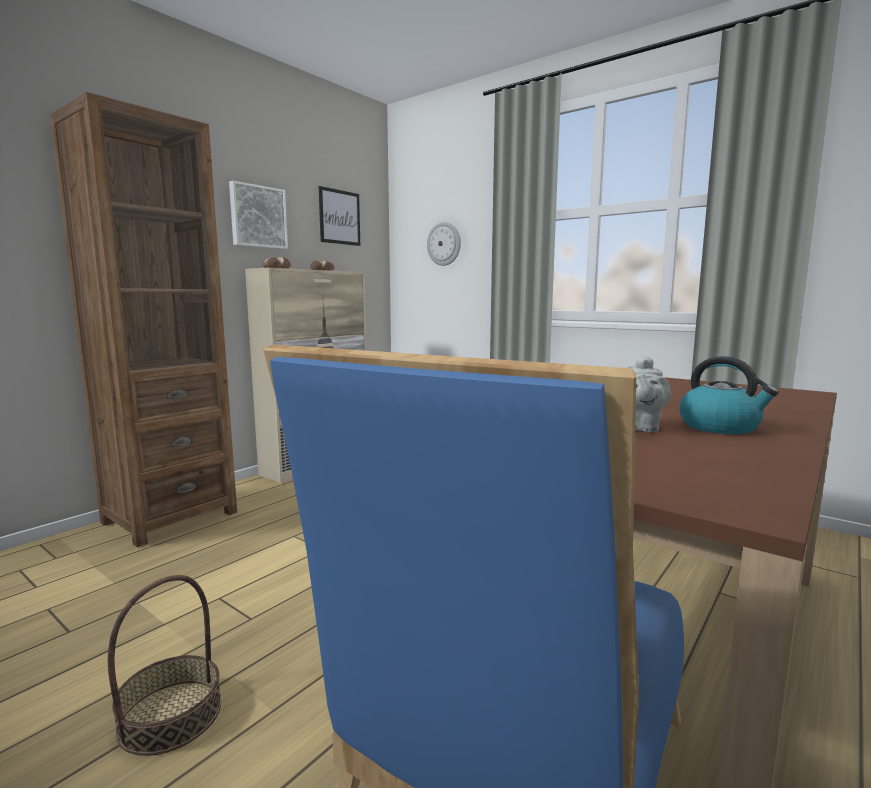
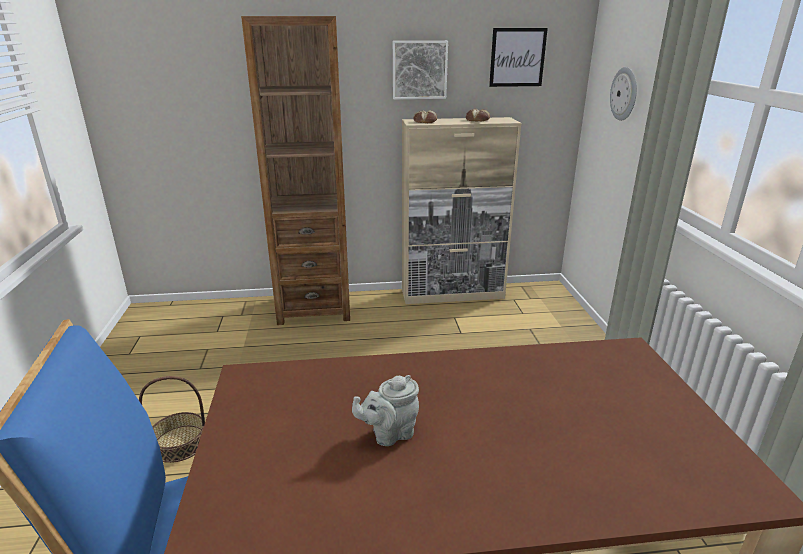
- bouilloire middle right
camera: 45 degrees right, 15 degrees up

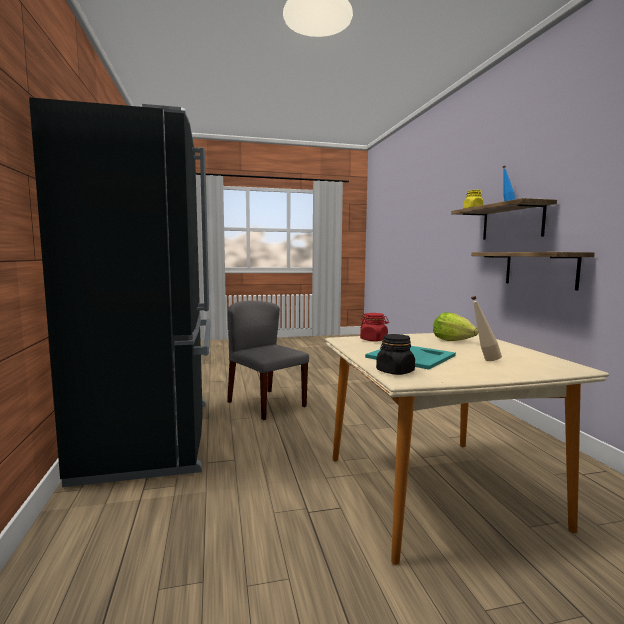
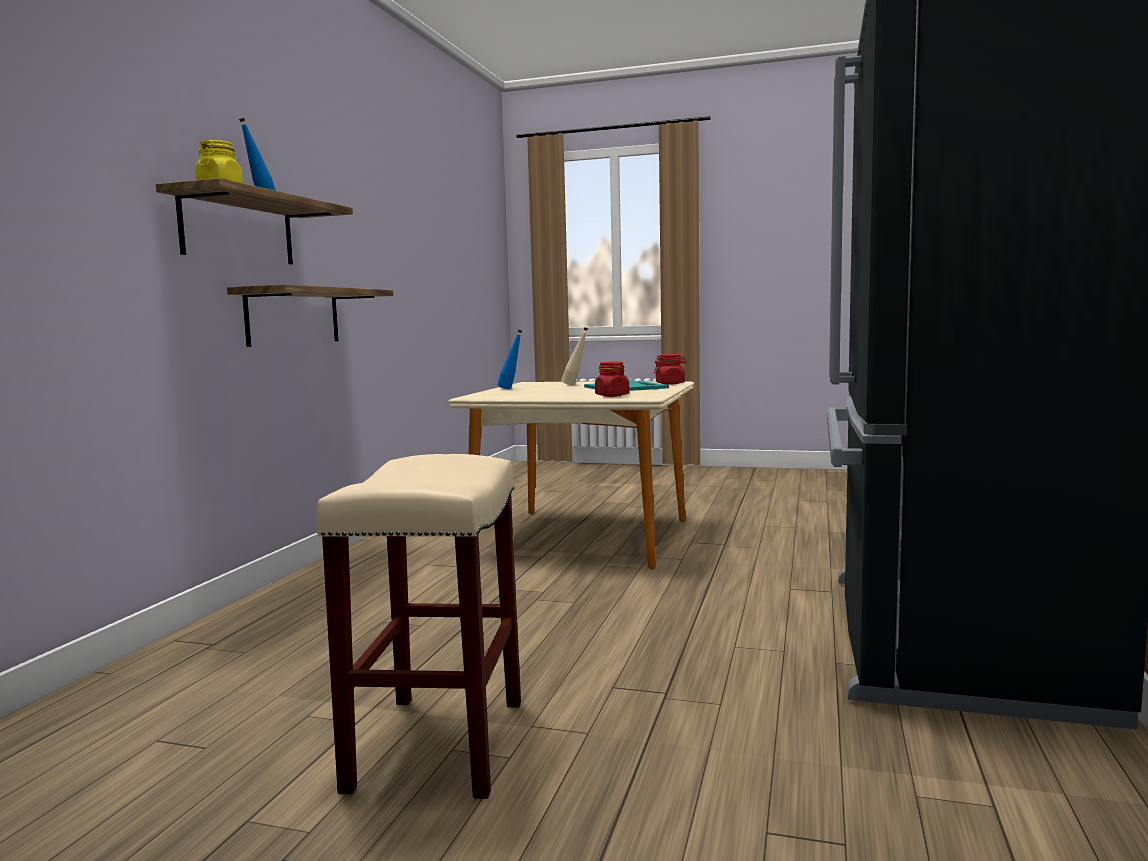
+ tabouret [beige] bottom centre
+ bouteille [bleu] (no. 2 from left) centre
~ bocal [noir] centre to bocal [rouge] (no. 2 from left) centre
- chaise [gris] centre
- laitue middle right
camera: 150 degrees left, 0 degrees up

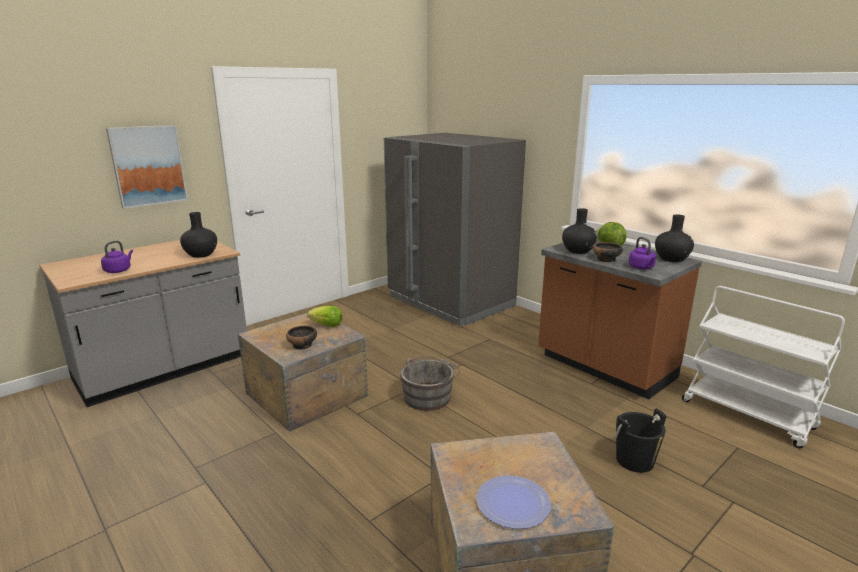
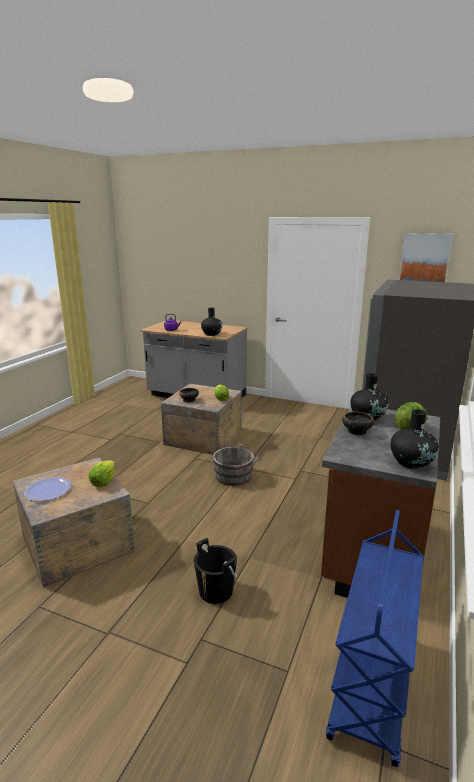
+ laitue (no. 1 from left) middle left
~ chariot [blanc] middle right to chariot [bleu] bottom right
~ tableau top left to top right
- bouilloire [violet] (no. 2 from left) middle right
camera: 65 degrees right, 0 degrees up

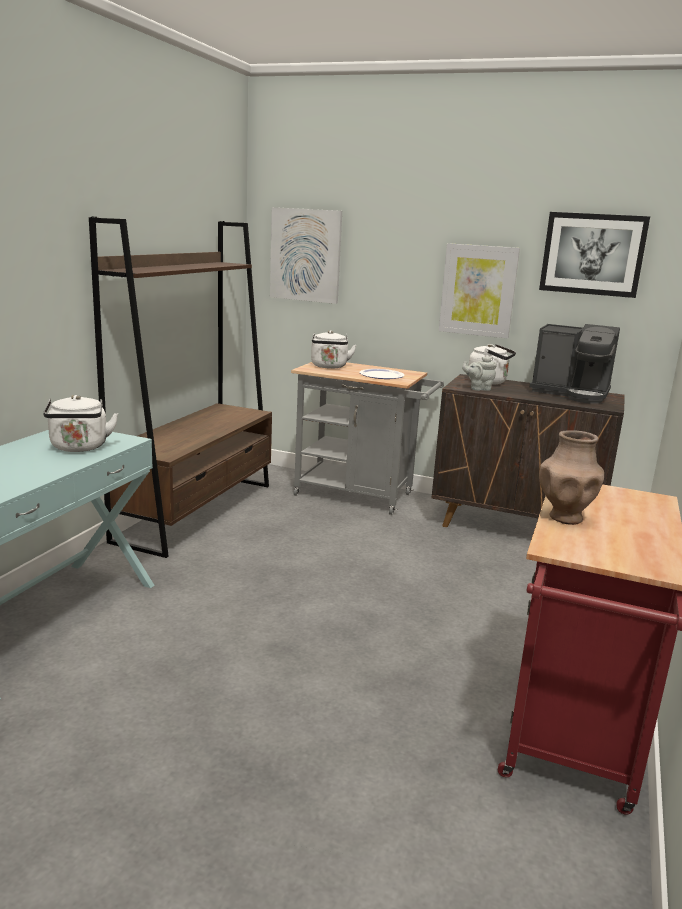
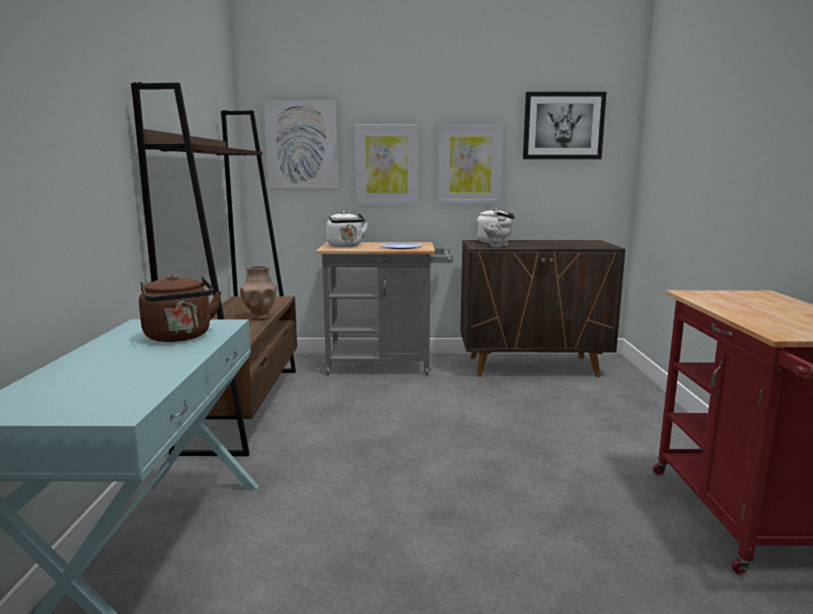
~ bouilloire [blanc] (no. 1 from left) middle left to bouilloire [marron] middle left
~ vase [marron] middle right to middle left
+ tableau (no. 2 from left) top centre
- machine à café middle right
camera: 20 degrees left, 5 degrees down

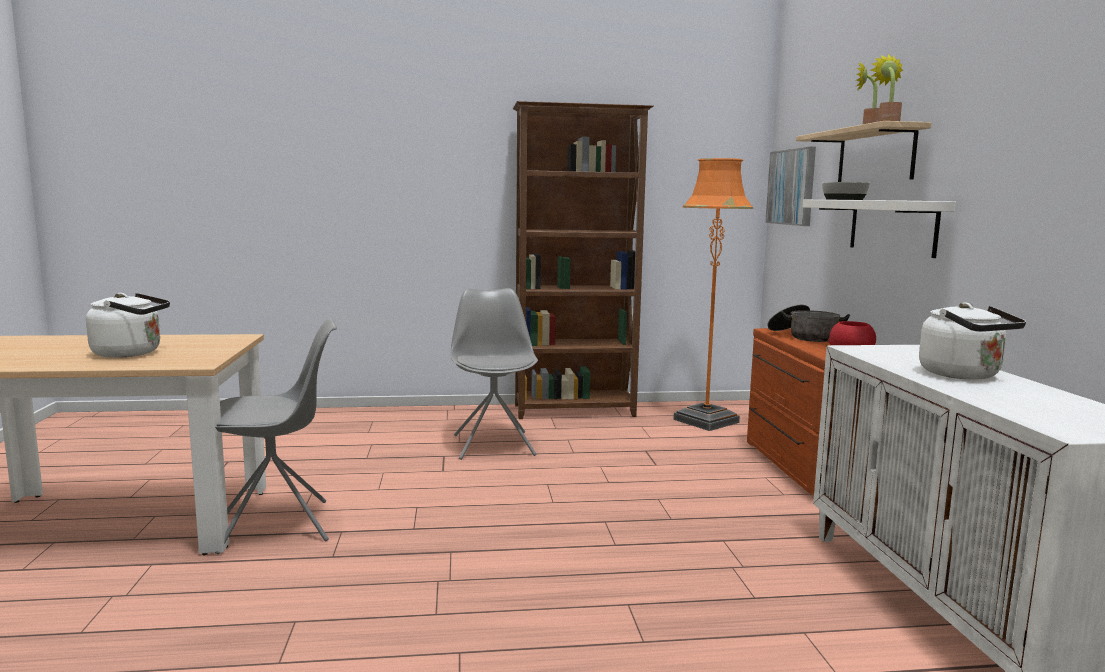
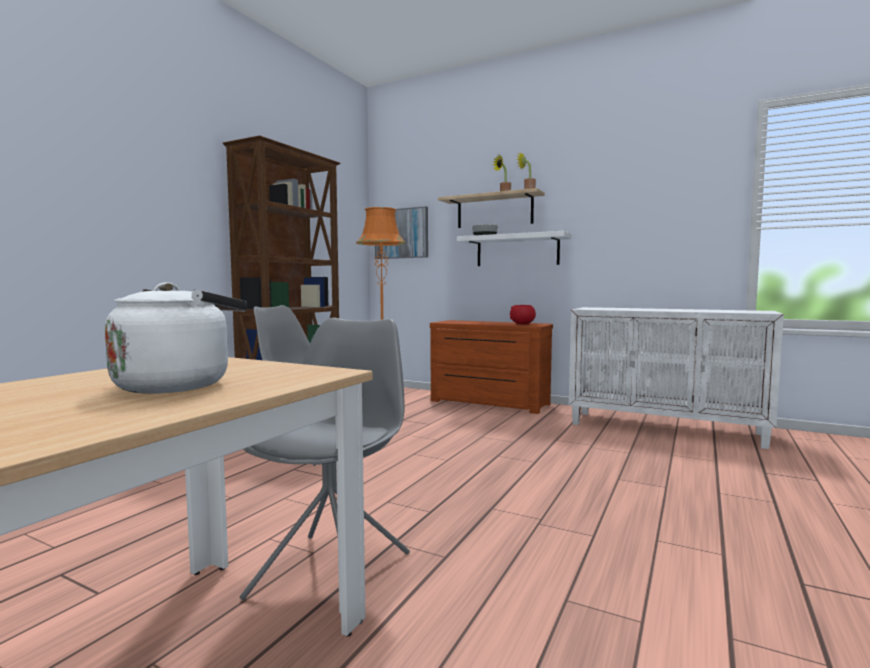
- marmite middle right
- bouilloire [blanc] (no. 2 from left) middle right
camera: 55 degrees left, 5 degrees down

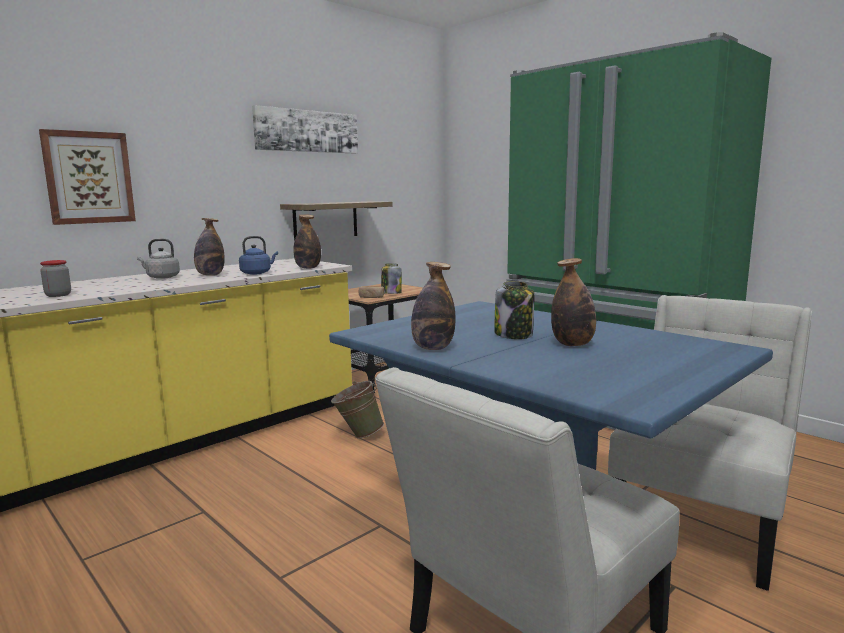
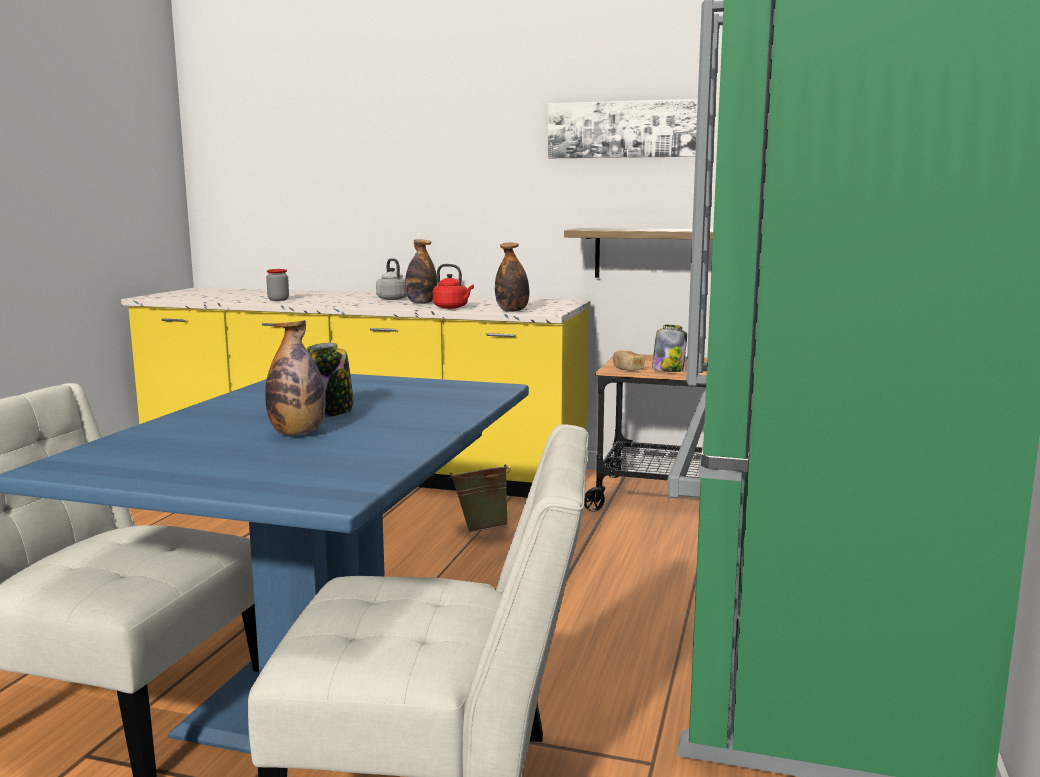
~ bouilloire [bleu] middle left to bouilloire [rouge] centre
- tableau (no. 1 from left) top left
- bouteille (no. 3 from left) centre
camera: 60 degrees right, 0 degrees up

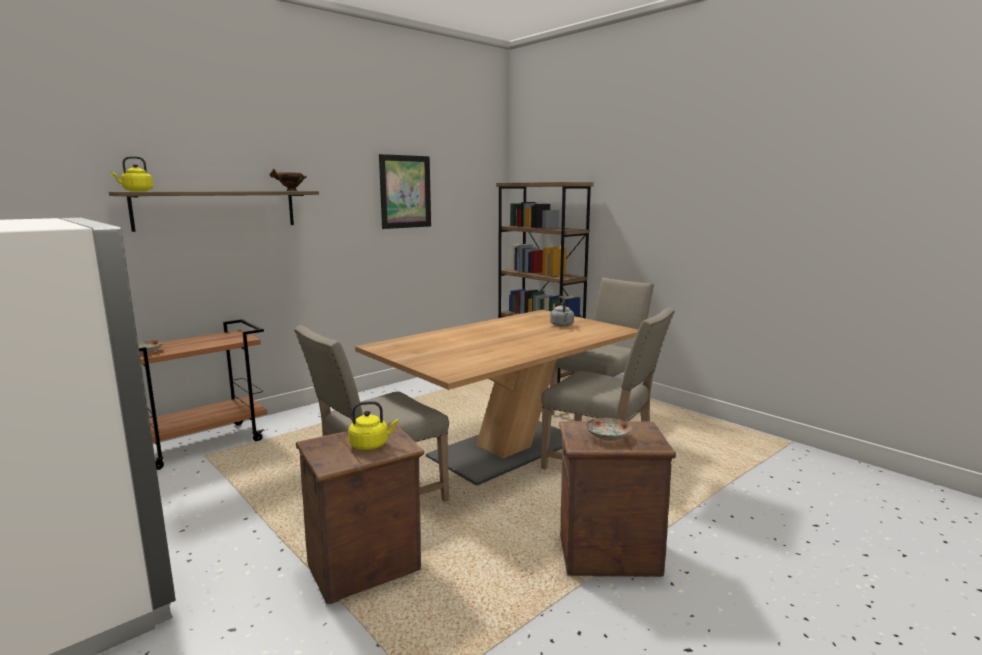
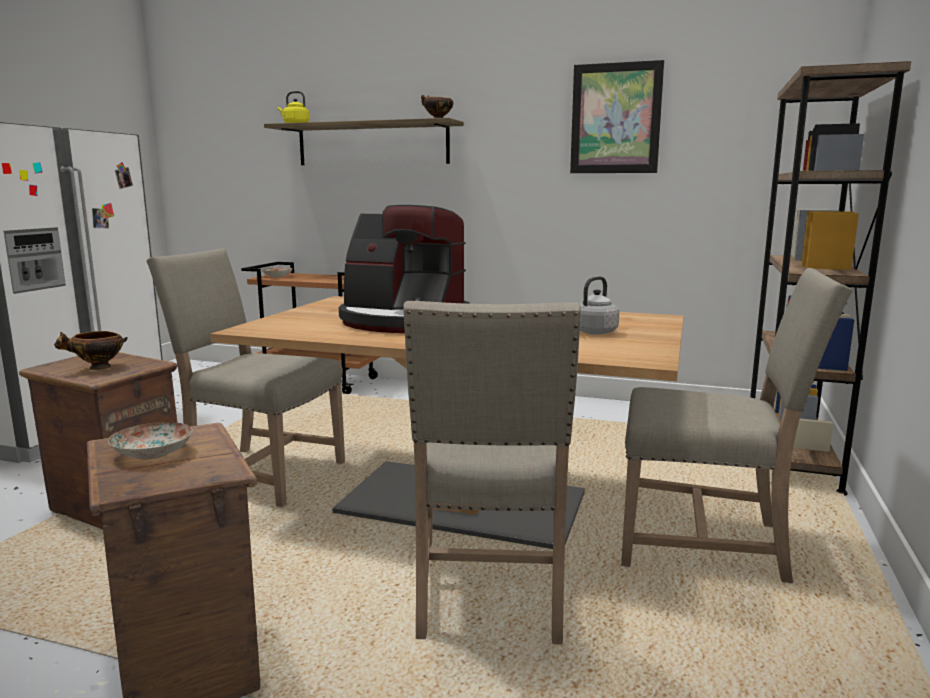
~ bouilloire [jaune] (no. 2 from left) centre to bol (no. 1 from left) middle left
+ machine à café centre
camera: 60 degrees right, 0 degrees up

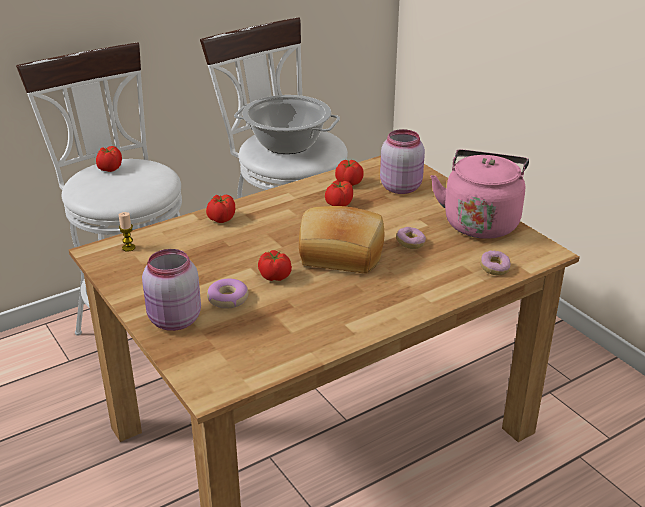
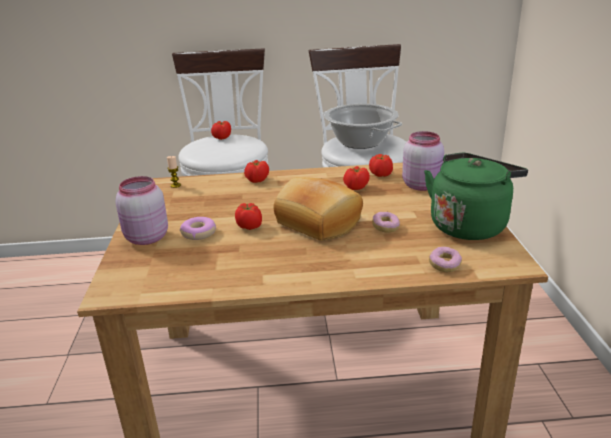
~ bouilloire [rose] middle right to bouilloire [vert] middle right
camera: 30 degrees right, 5 degrees down

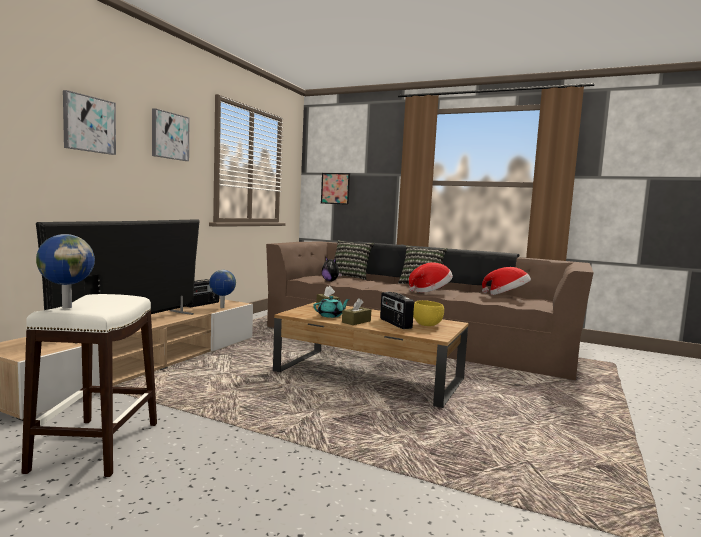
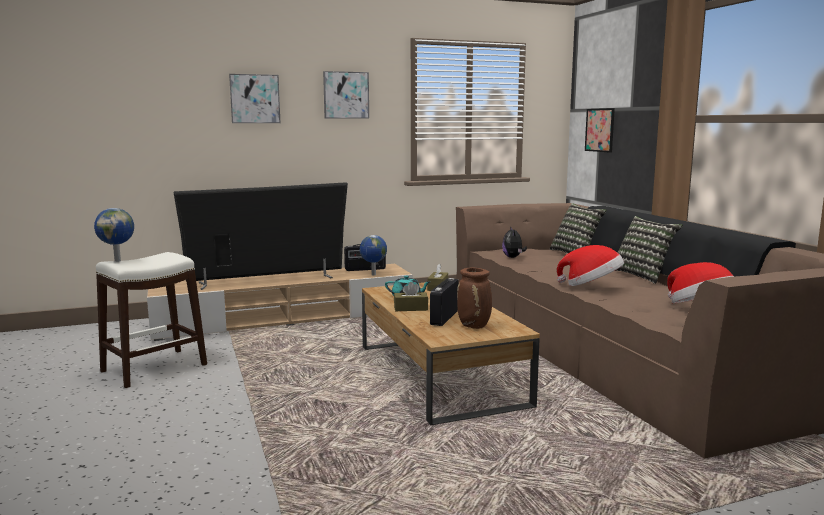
~ bol [jaune] centre to vase [marron] centre
camera: 45 degrees right, 5 degrees up

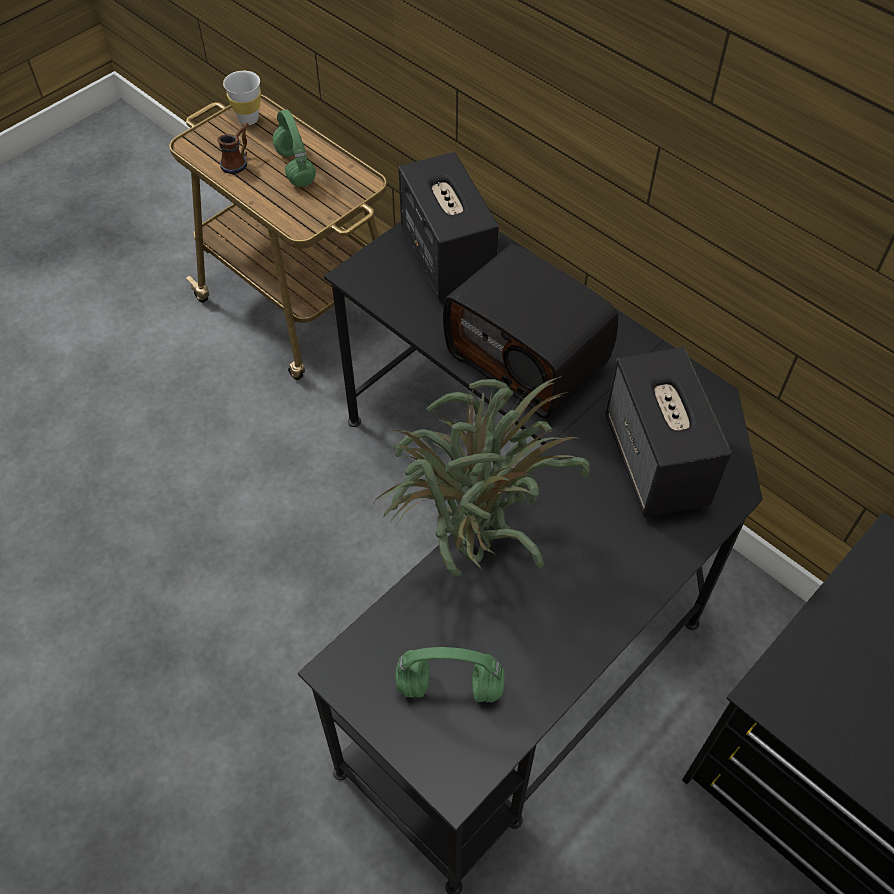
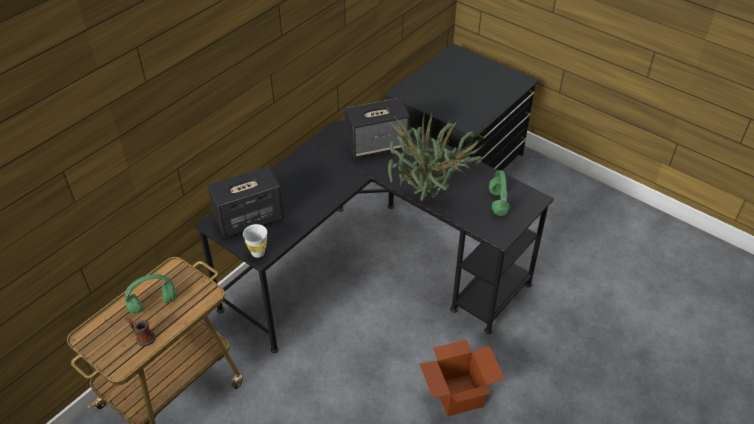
~ tasse [blanc] top left to centre
+ carton bottom centre
- radio centre
camera: 95 degrees left, 10 degrees down

